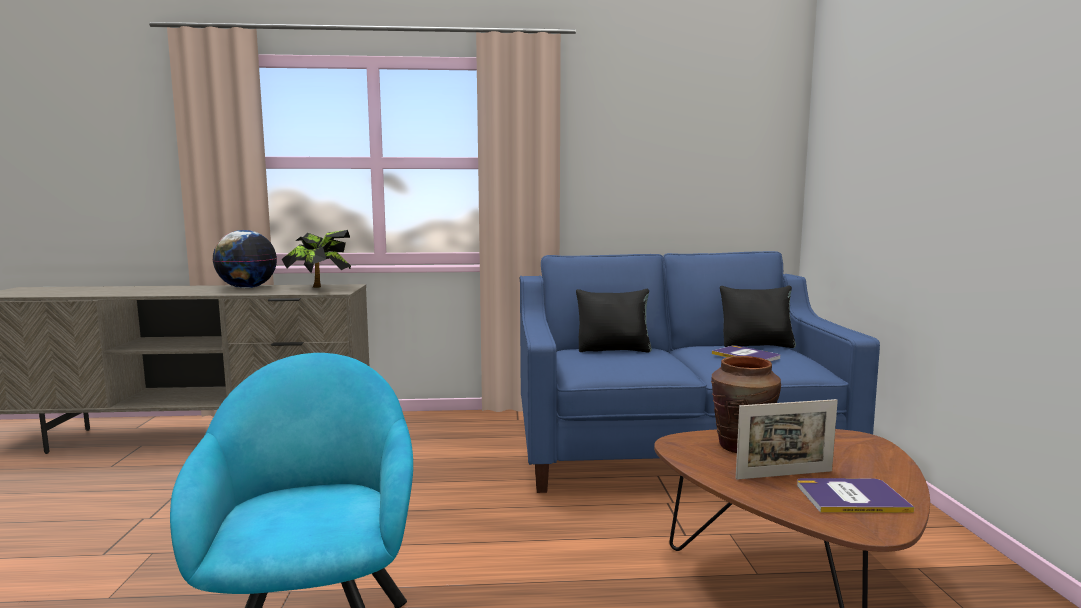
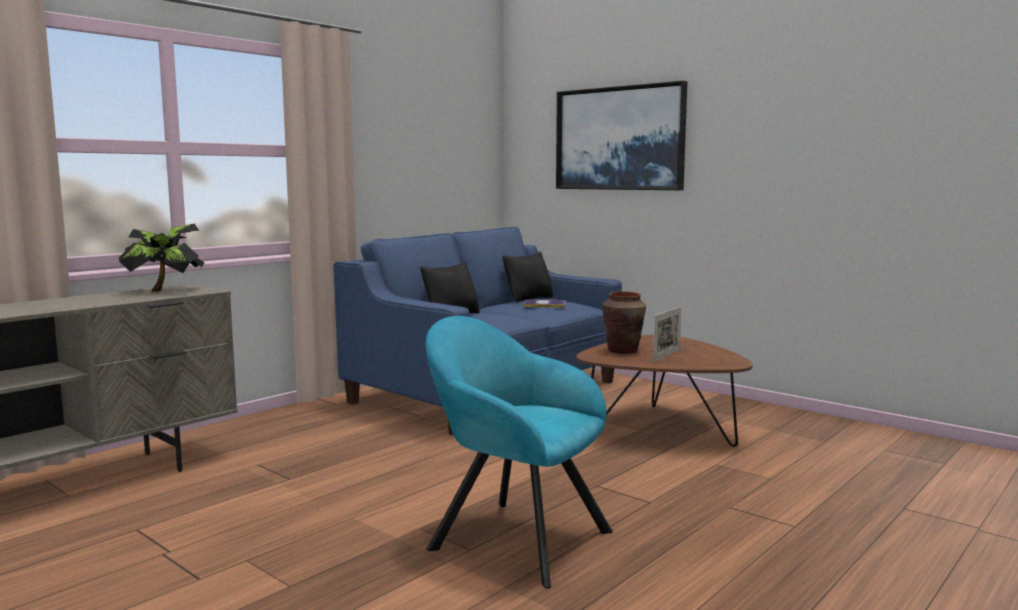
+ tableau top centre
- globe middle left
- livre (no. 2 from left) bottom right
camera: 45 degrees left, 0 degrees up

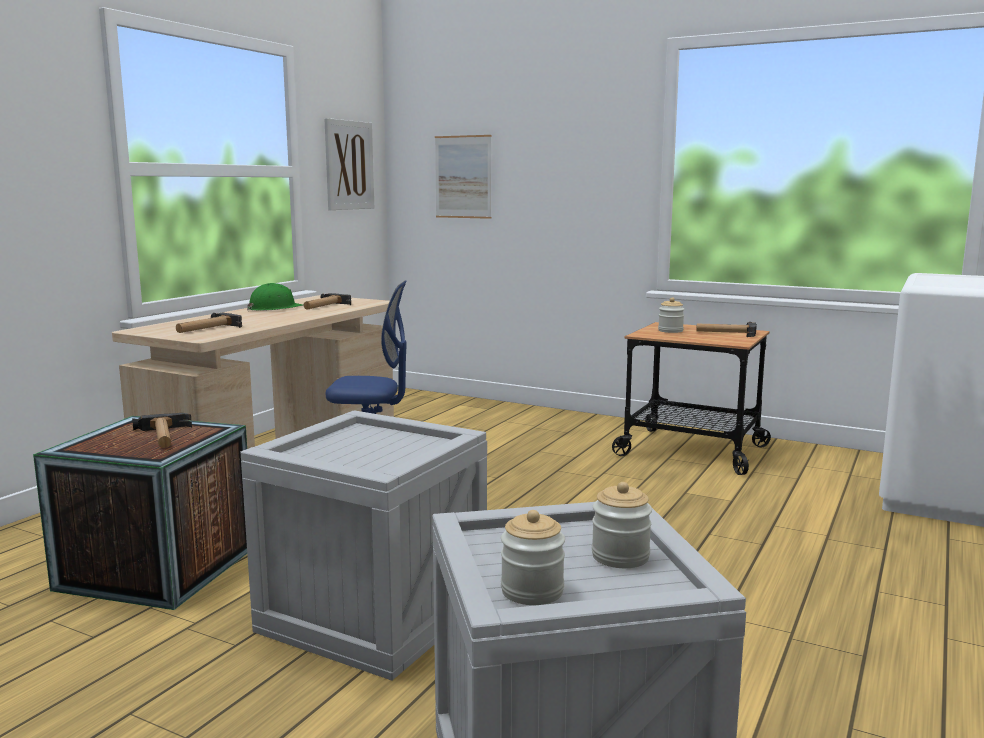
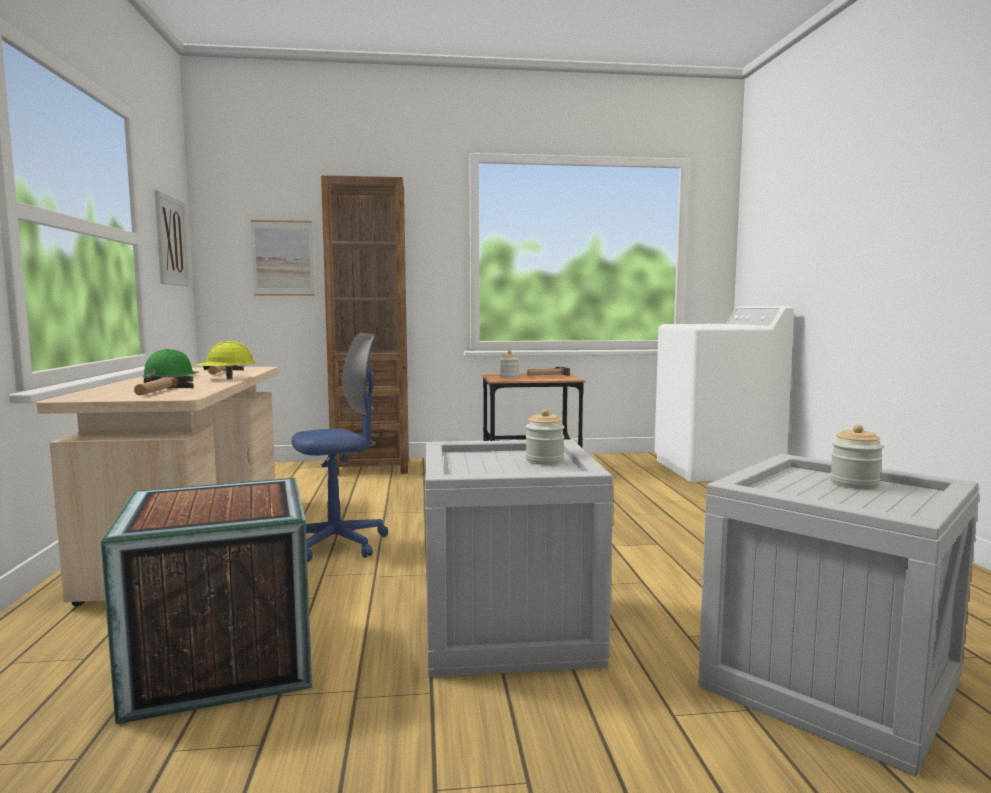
+ casque de chantier [jaune] middle left
+ bibliothèque [marron] centre
~ bocal (no. 1 from left in the first image) bottom centre to bocal (no. 2 from left) centre
- marteau (no. 1 from left) middle left
camera: 35 degrees left, 5 degrees down

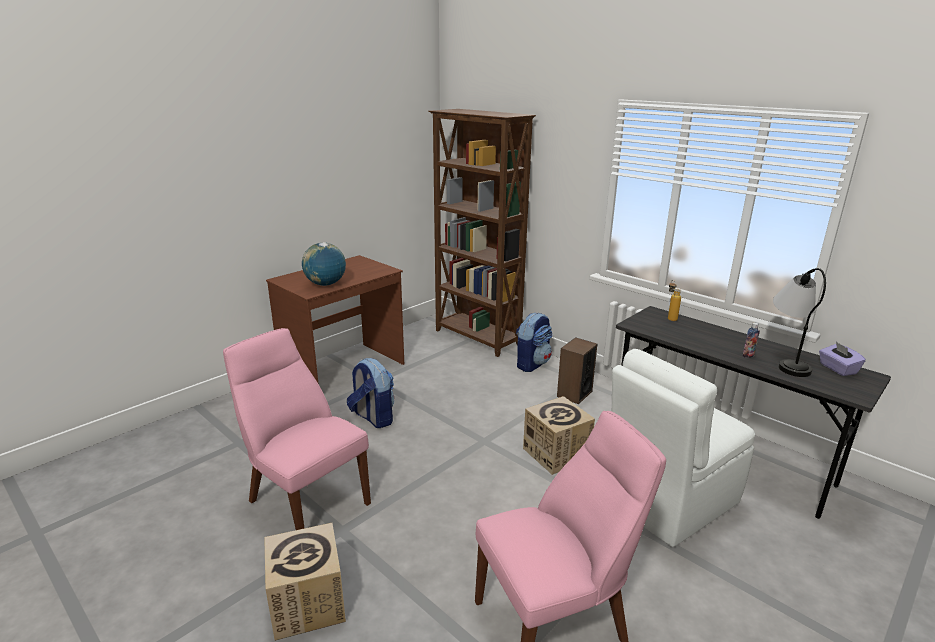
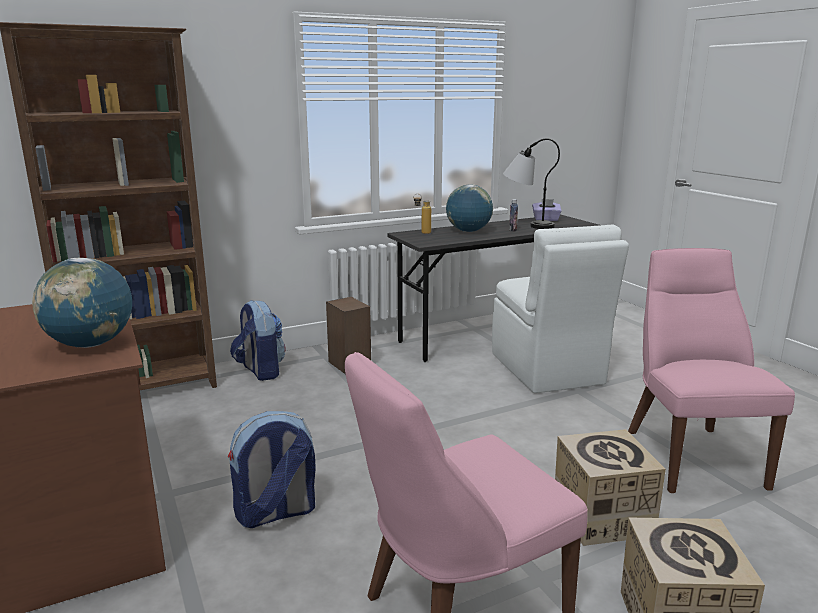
+ globe (no. 2 from left) centre
~ carton (no. 2 from left in the first image) bottom centre to carton (no. 1 from left) bottom right
camera: 70 degrees left, 5 degrees down

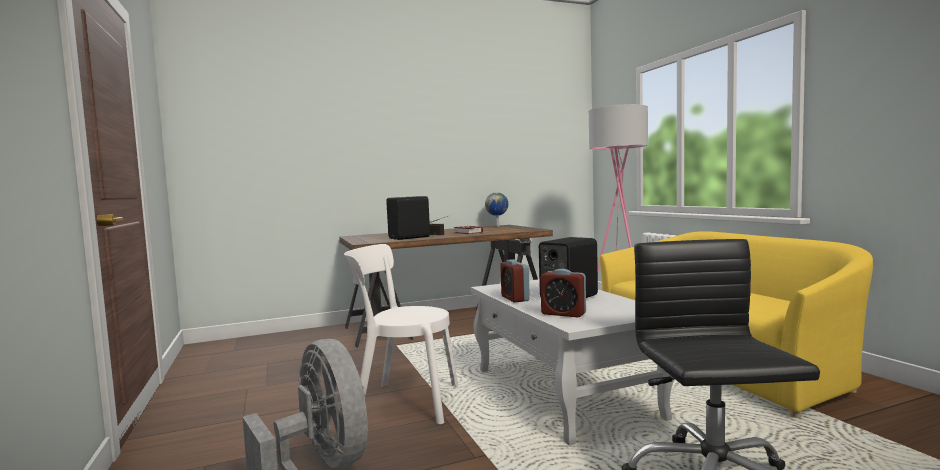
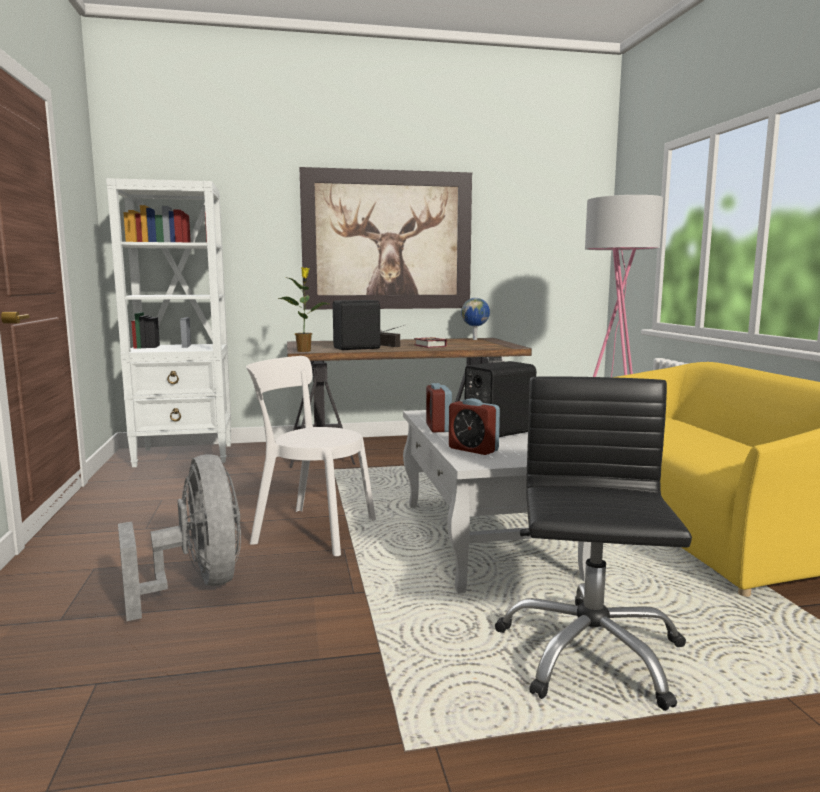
+ bibliothèque [blanc] middle left
+ plante en pot centre
+ tableau top centre
camera: 10 degrees right, 5 degrees up

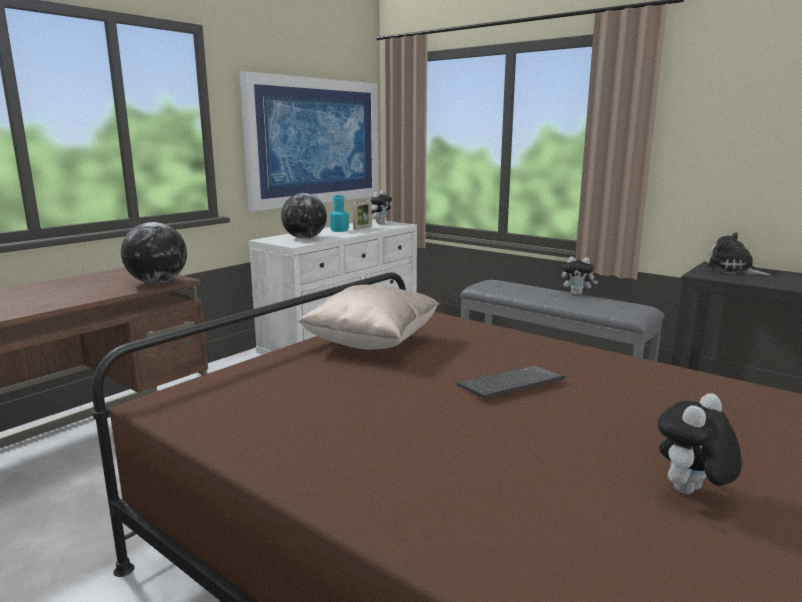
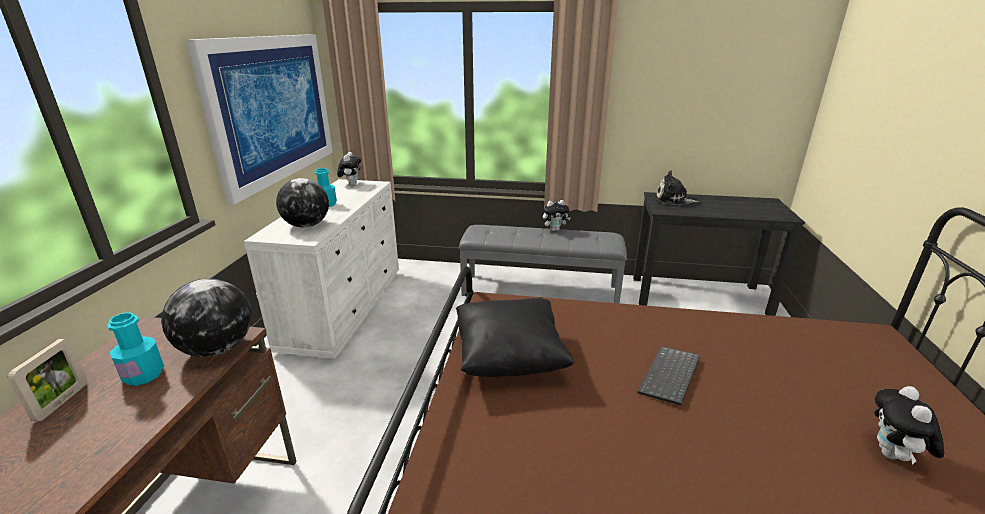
~ cadre photo centre to bottom left
+ bouteille [turquoise] (no. 1 from left) bottom left
~ coussin [beige] centre to coussin [noir] centre
camera: 30 degrees left, 10 degrees up

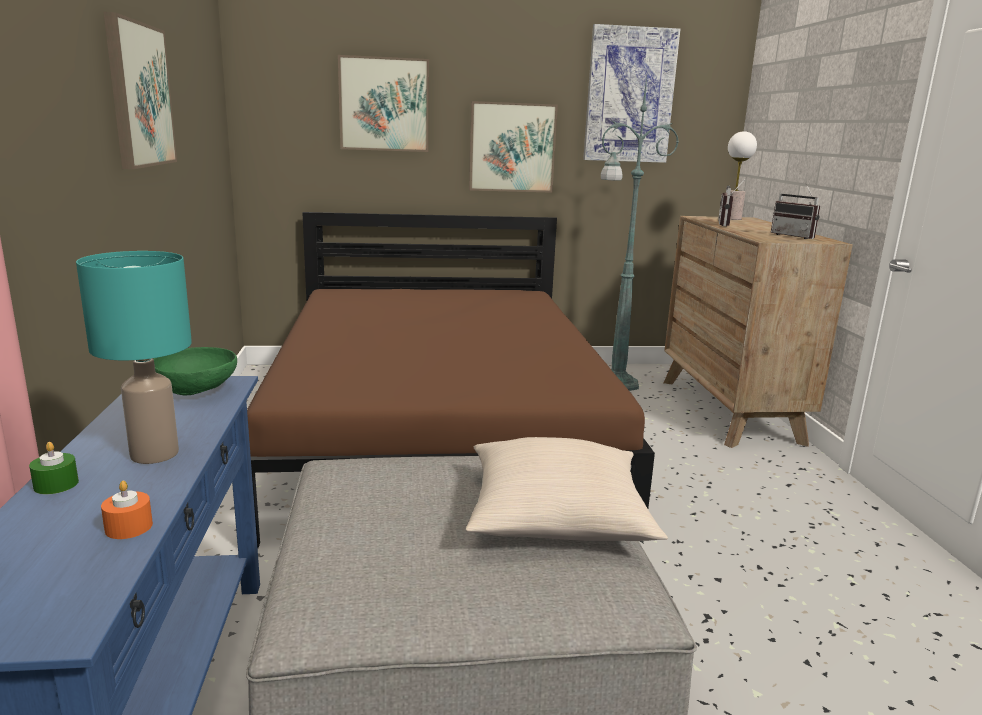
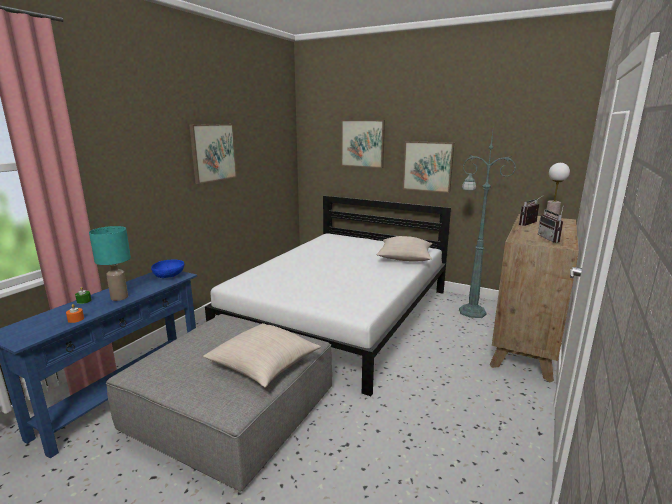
~ bol [vert] middle left to bol [bleu] middle left
~ lit [marron] centre to lit [blanc] centre
+ coussin [beige] (no. 2 from left) centre
- tableau (no. 4 from left) top centre
camera: 35 degrees right, 0 degrees up

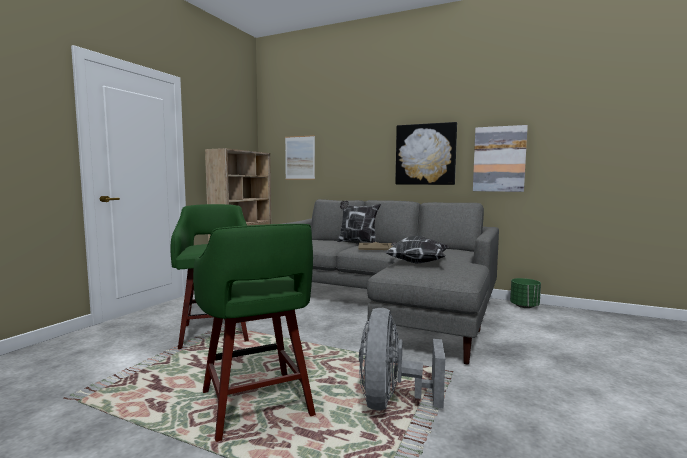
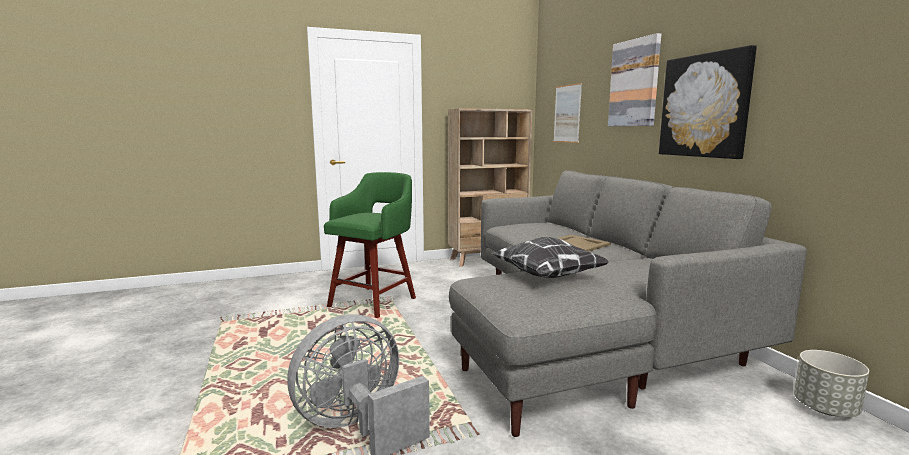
~ tableau (no. 3 from left in the first image) middle right to tableau (no. 2 from left) top right
~ cache-pot [vert] middle right to cache-pot [gris] bottom right
- tabouret [vert] (no. 2 from left) bottom centre
- coussin (no. 1 from left) centre
camera: 45 degrees right, 5 degrees up

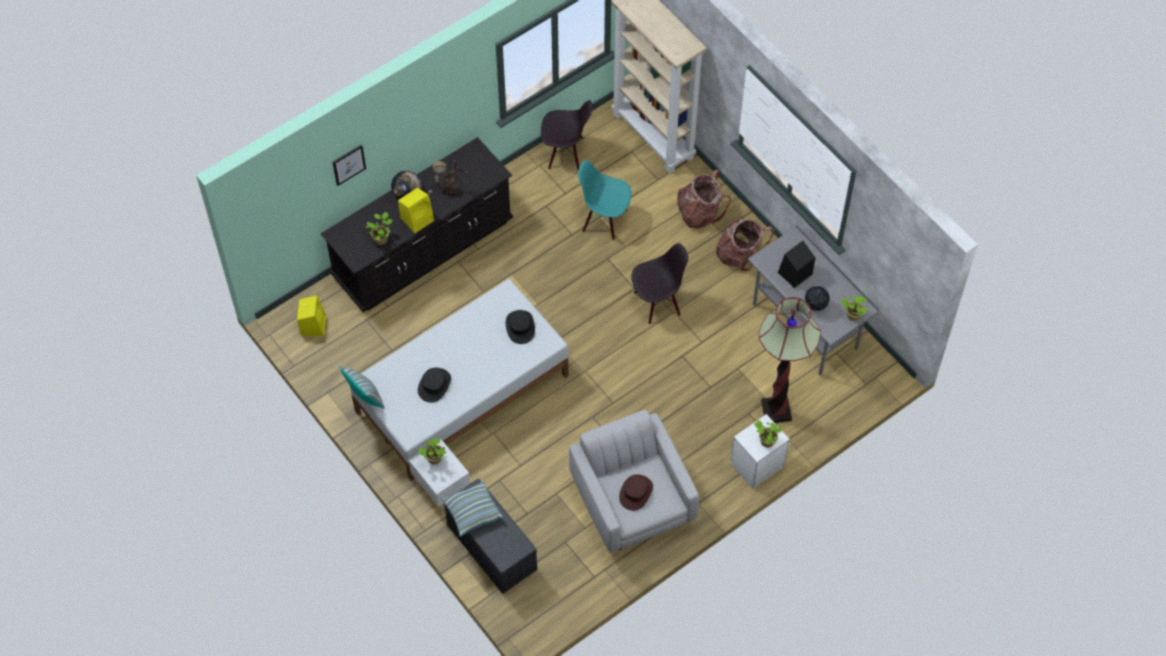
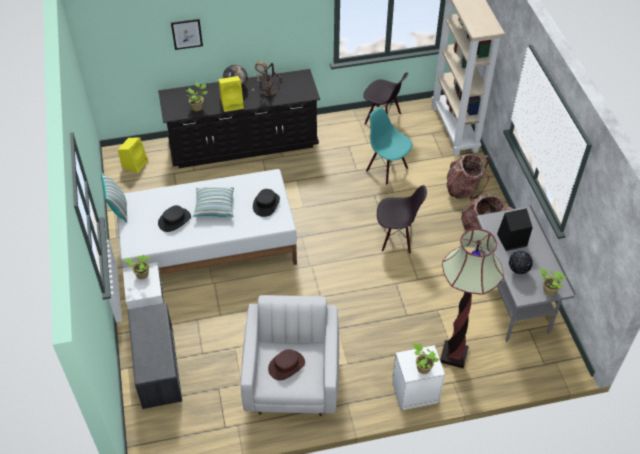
~ coussin (no. 2 from left) bottom centre to middle left
camera: 25 degrees right, 10 degrees down

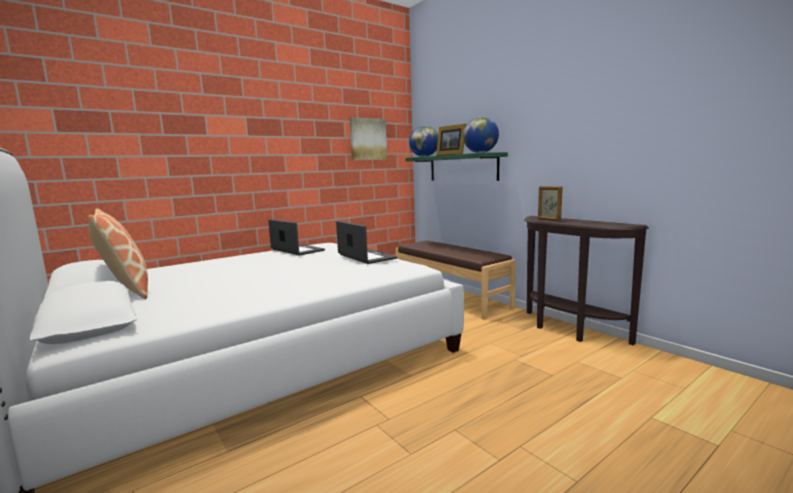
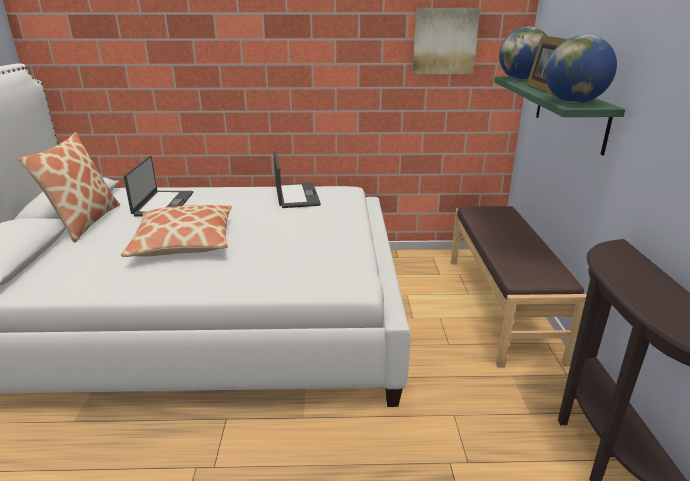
+ coussin (no. 2 from left) middle left
~ ordinateur portable (no. 2 from left in the first image) centre to ordinateur portable (no. 1 from left) middle left
- cadre photo (no. 2 from left) middle right
camera: 35 degrees right, 15 degrees up

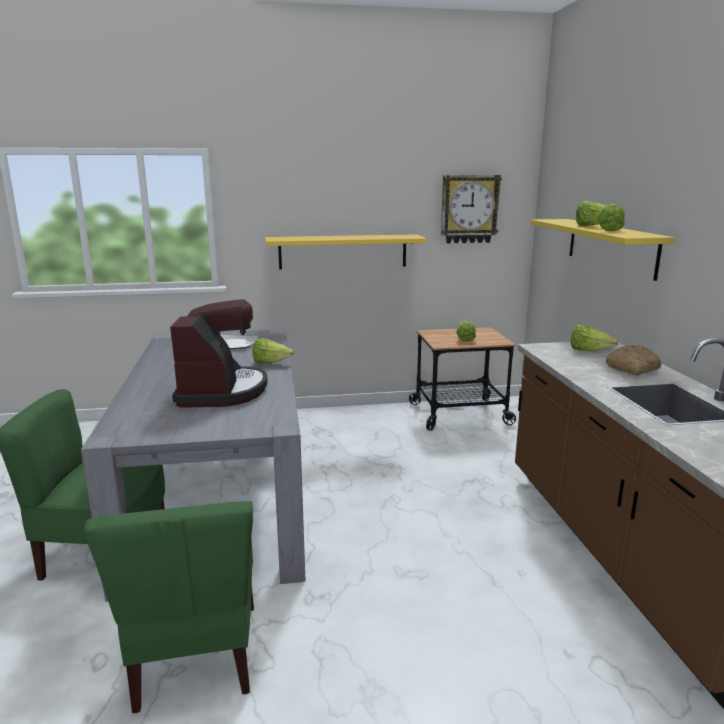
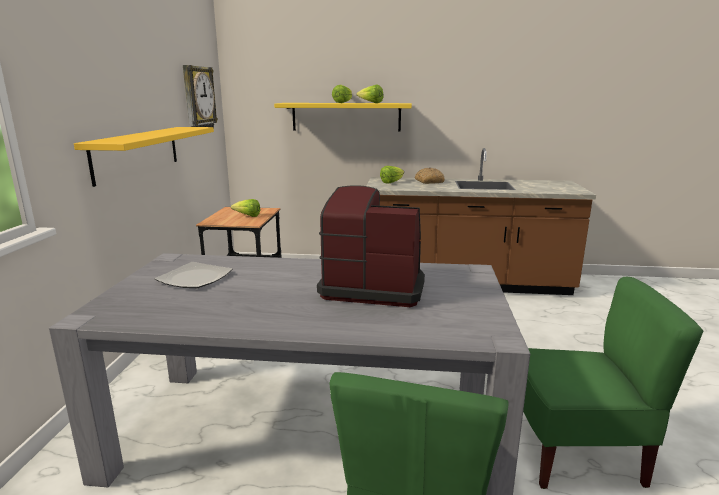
- laitue (no. 1 from left) centre
camera: 75 degrees left, 0 degrees up

